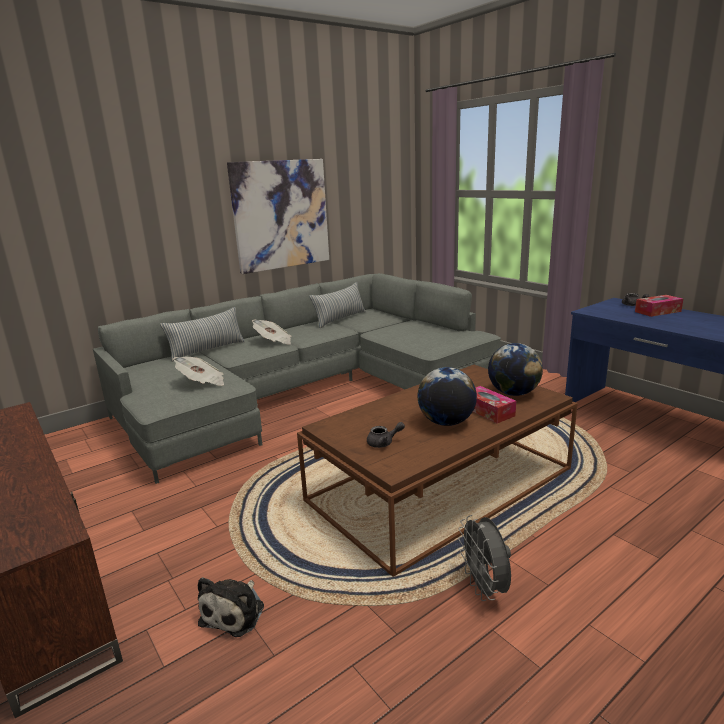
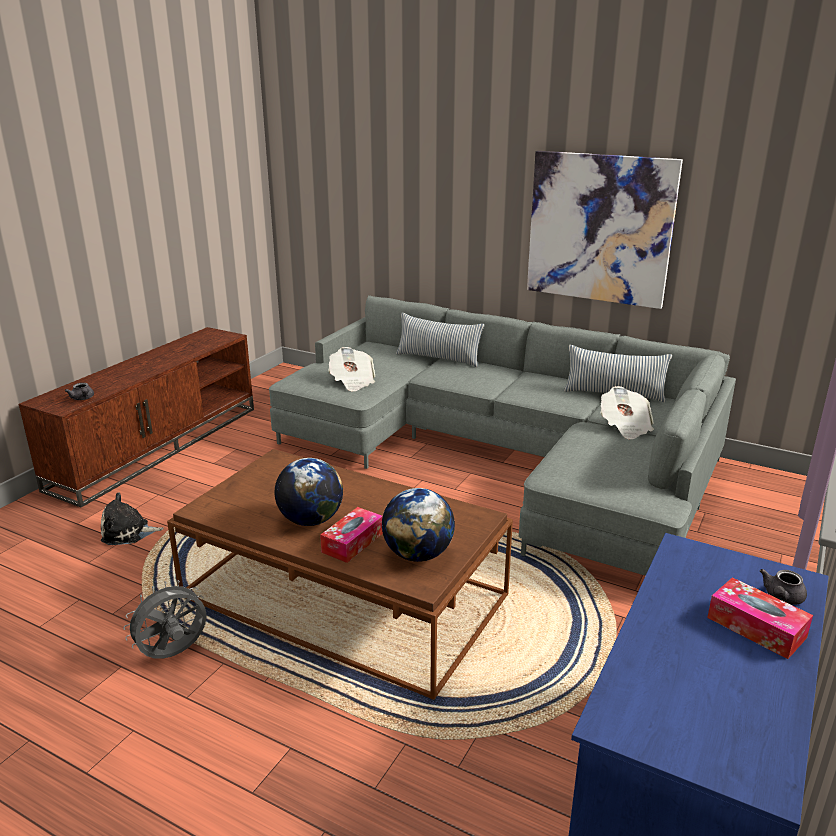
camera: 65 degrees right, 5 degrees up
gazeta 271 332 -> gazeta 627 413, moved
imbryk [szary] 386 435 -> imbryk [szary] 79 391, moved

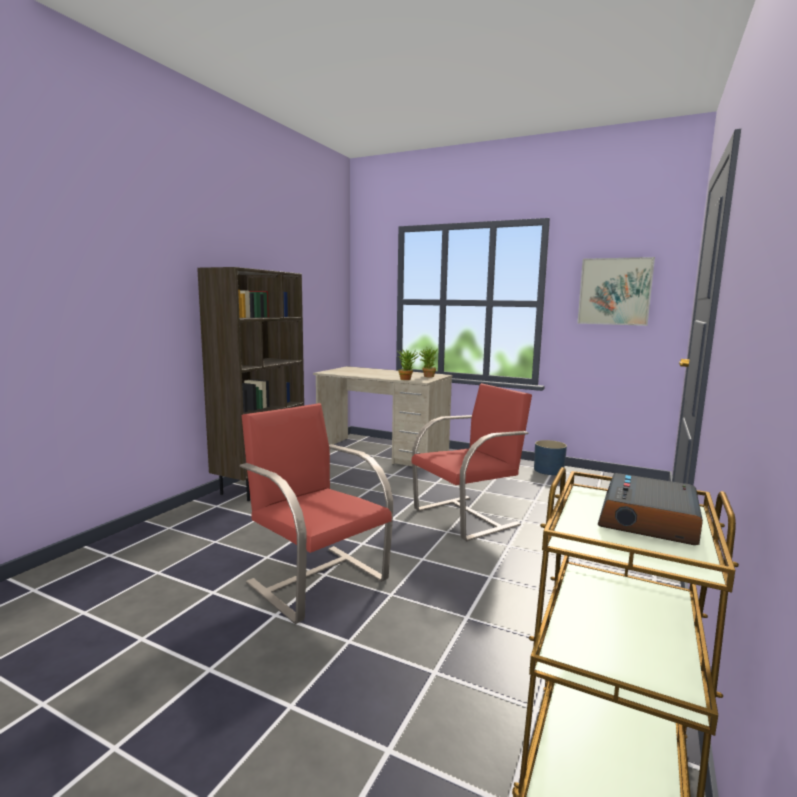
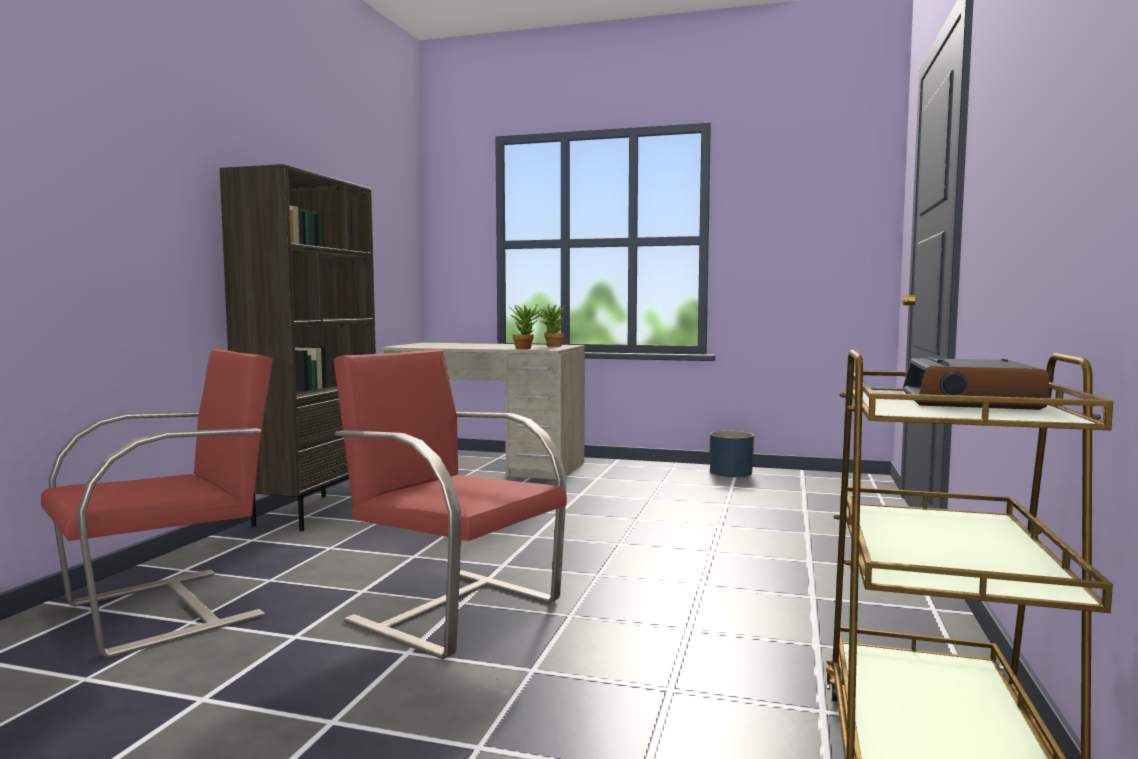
camera: 10 degrees left, 5 degrees down
obraz 616 291 -> none
krzesło [czerwony] 471 462 -> krzesło [czerwony] 157 503, moved

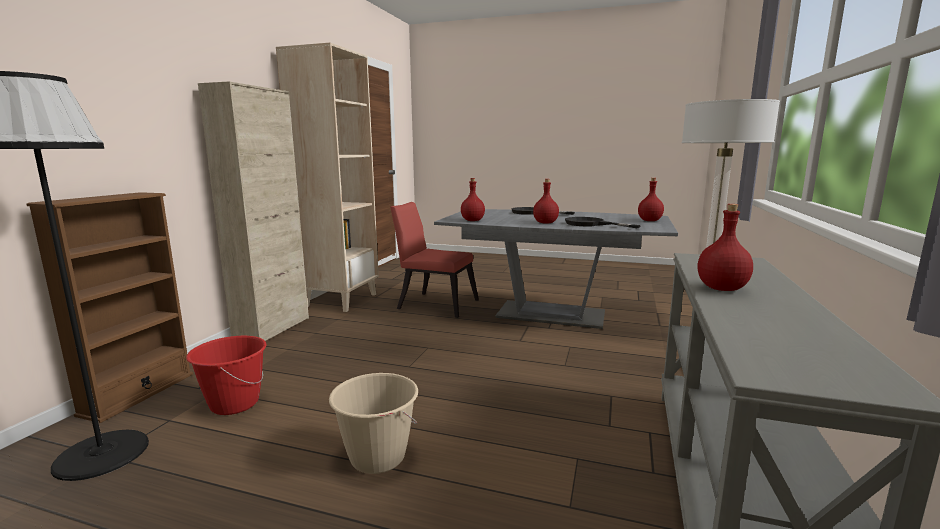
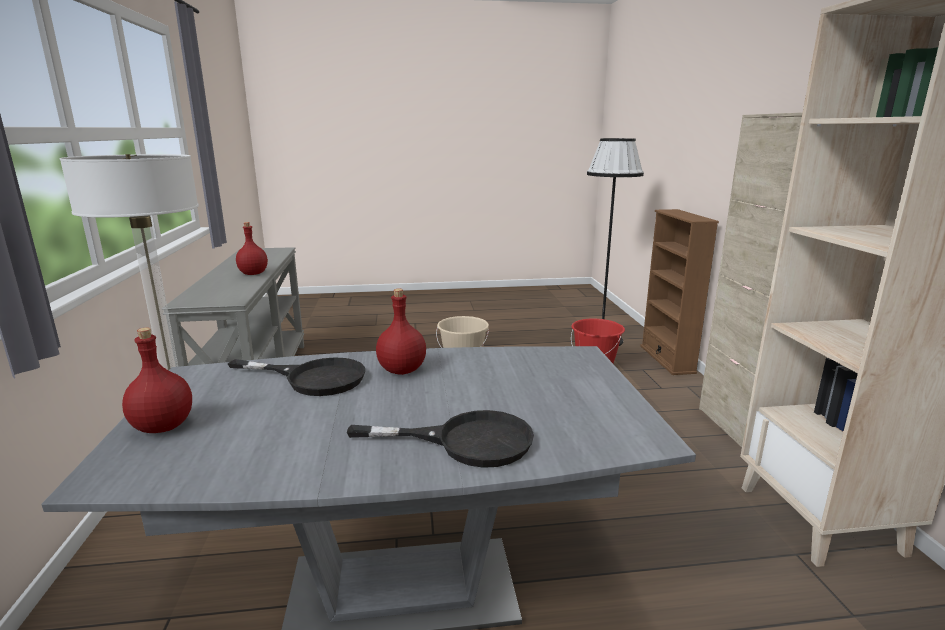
camera: 155 degrees right, 5 degrees up
krzesło [czerwony] 434 260 -> none
butelka [czerwony] 473 199 -> none

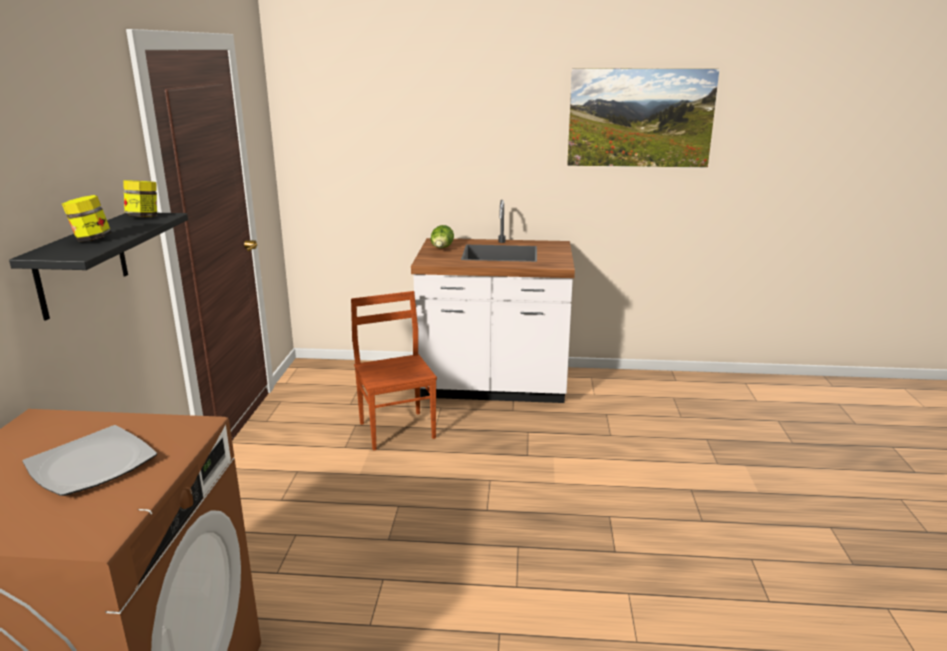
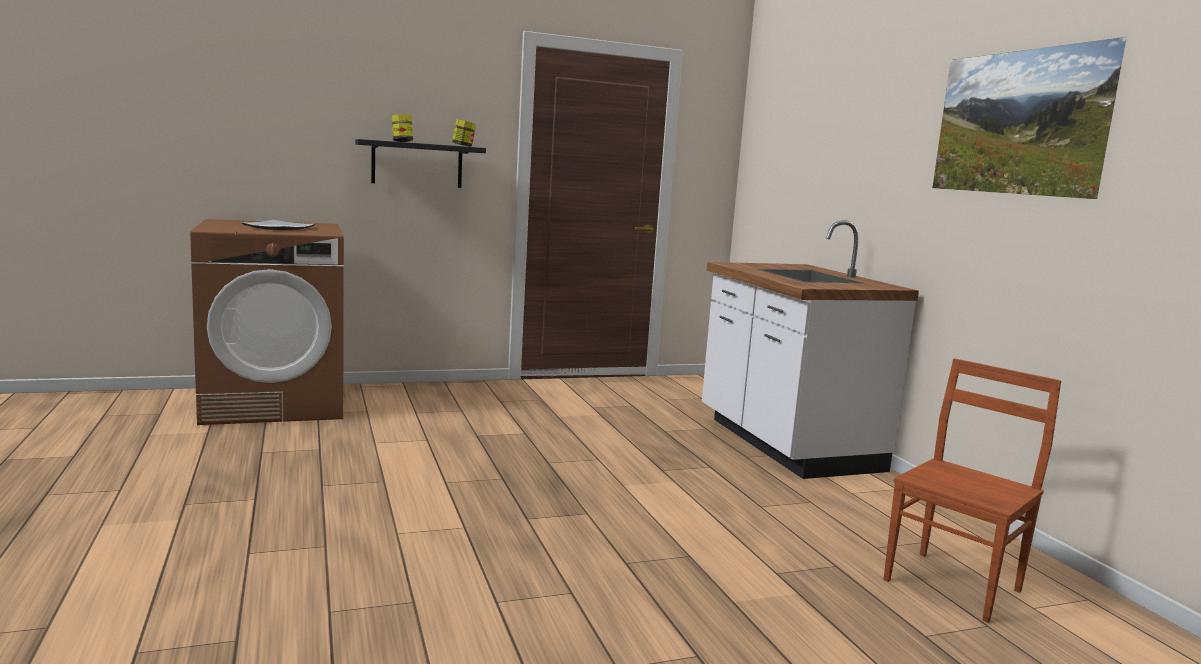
camera: 65 degrees right, 10 degrees down
sałata 442 236 -> none
krzesło [brązowy] 394 371 -> krzesło [brązowy] 972 491, moved

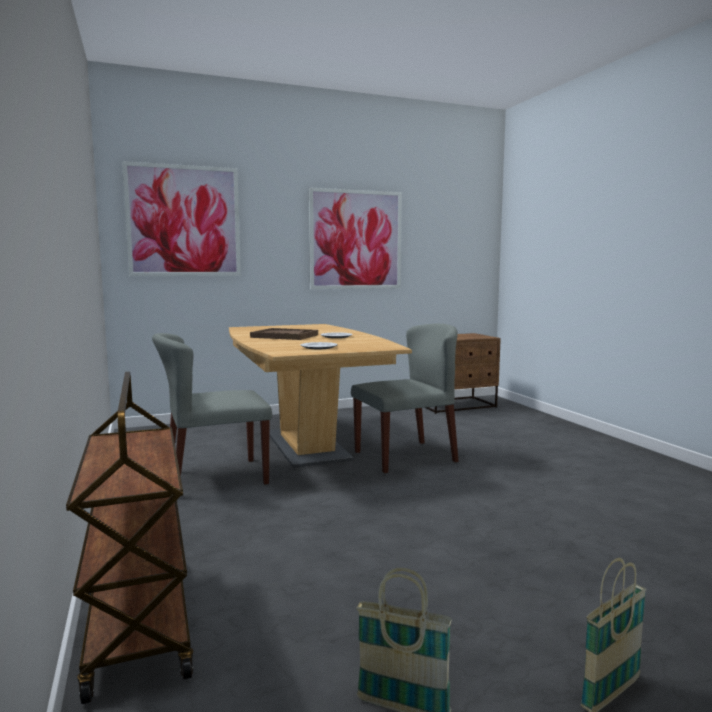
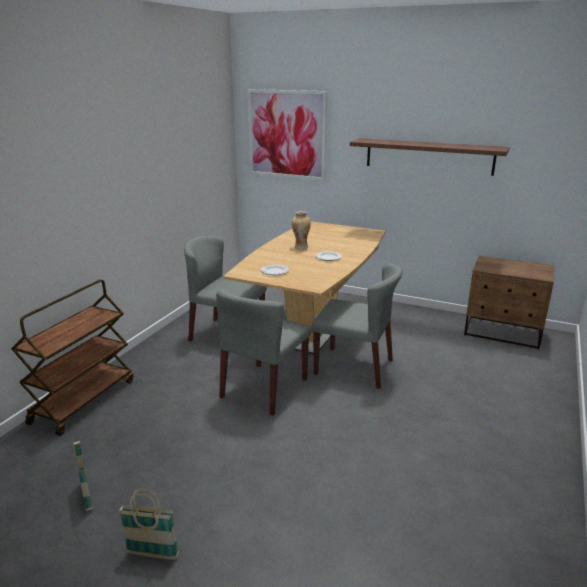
camera: 45 degrees right, 15 degrees up
none -> krzesło [szary] 263 352
taca [brązowy] 284 334 -> wazon 301 230
obraz 355 238 -> półka [brązowy] 430 157

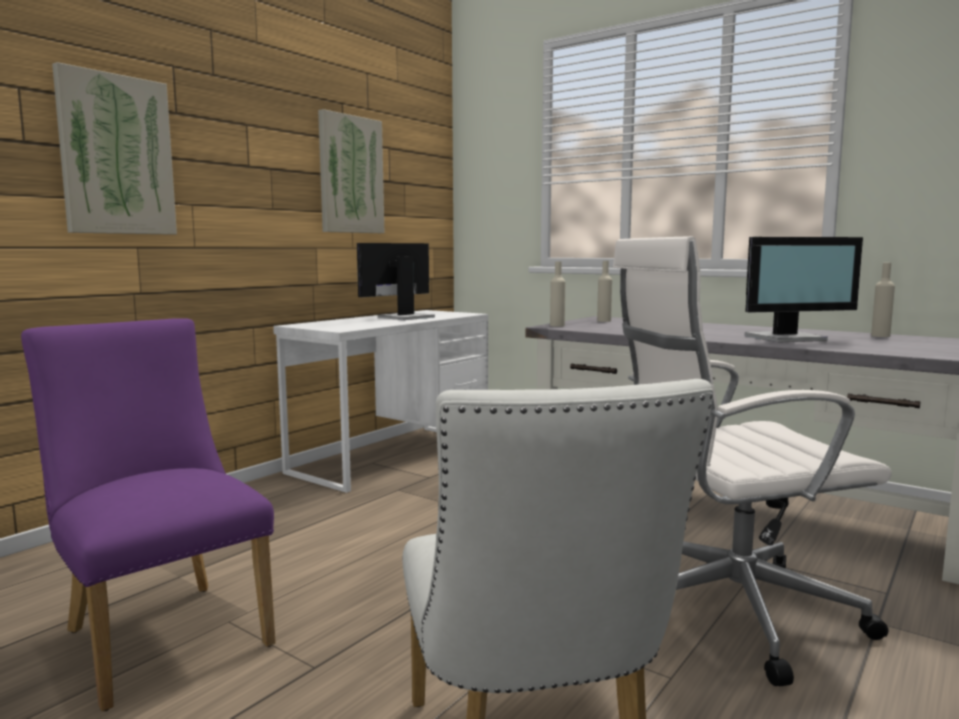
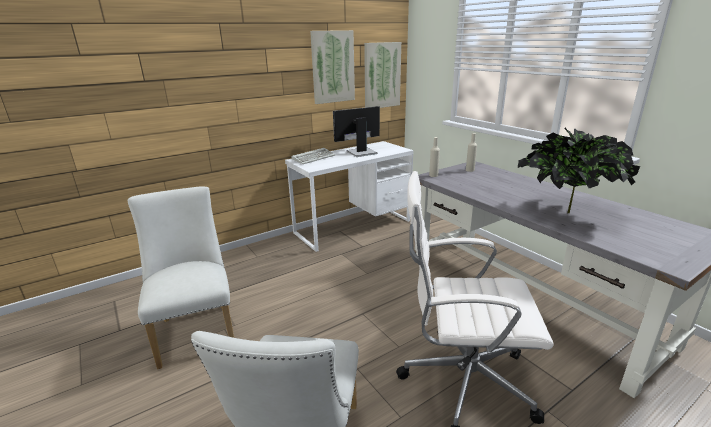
camera: 20 degrees right, 15 degrees up
butelka [beżowy] 883 300 -> none
none -> klawiatura 313 156
obraz 114 148 -> obraz 382 75, moved
monitor 804 289 -> roślina doniczkowa 579 170
krzesło [fioletowy] 148 514 -> krzesło [biały] 181 278

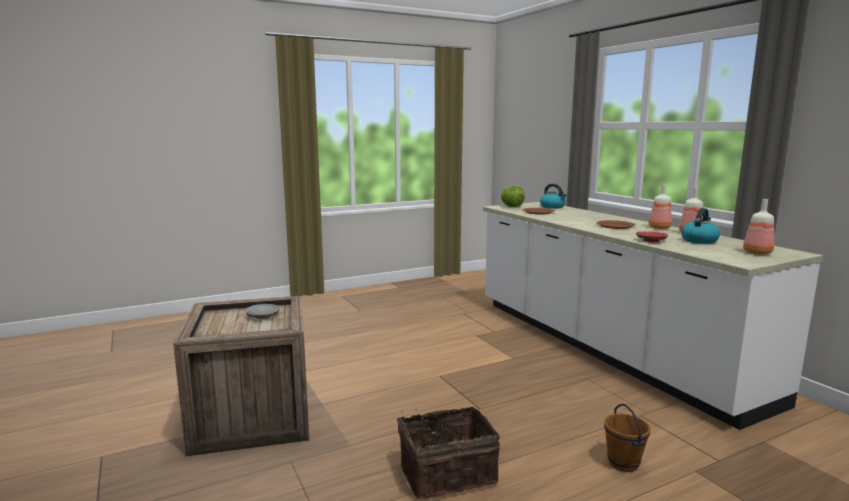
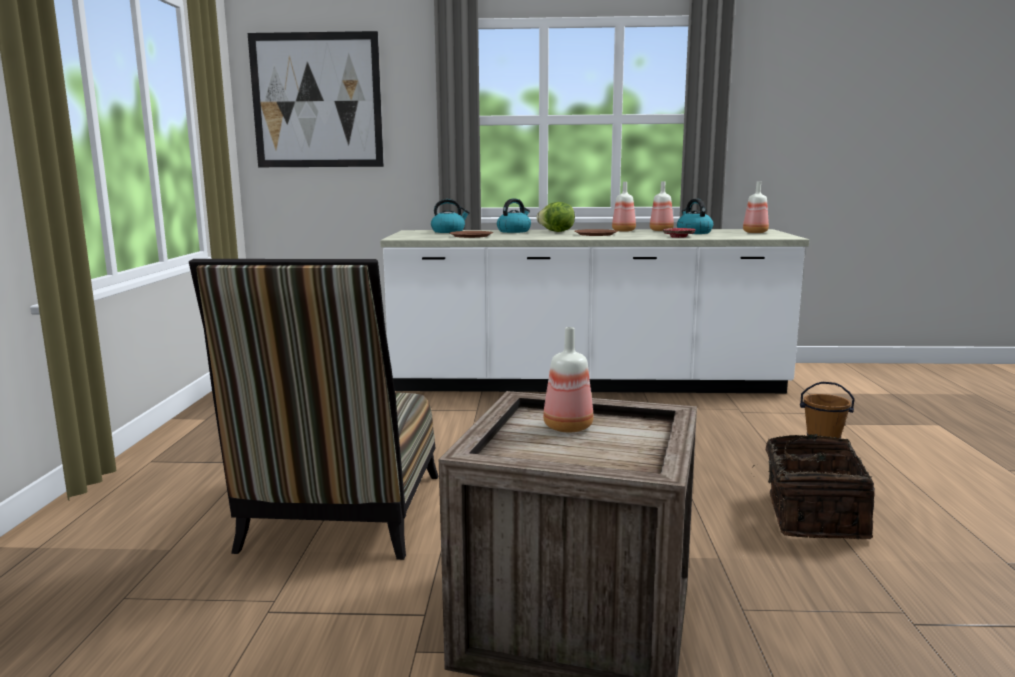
camera: 60 degrees left, 0 degrees up
none -> krzesło 314 409
none -> obraz 316 99
none -> czajnik 514 216
sałata 513 196 -> sałata 555 217, moved
talerz [szary] 262 311 -> butelka 568 379

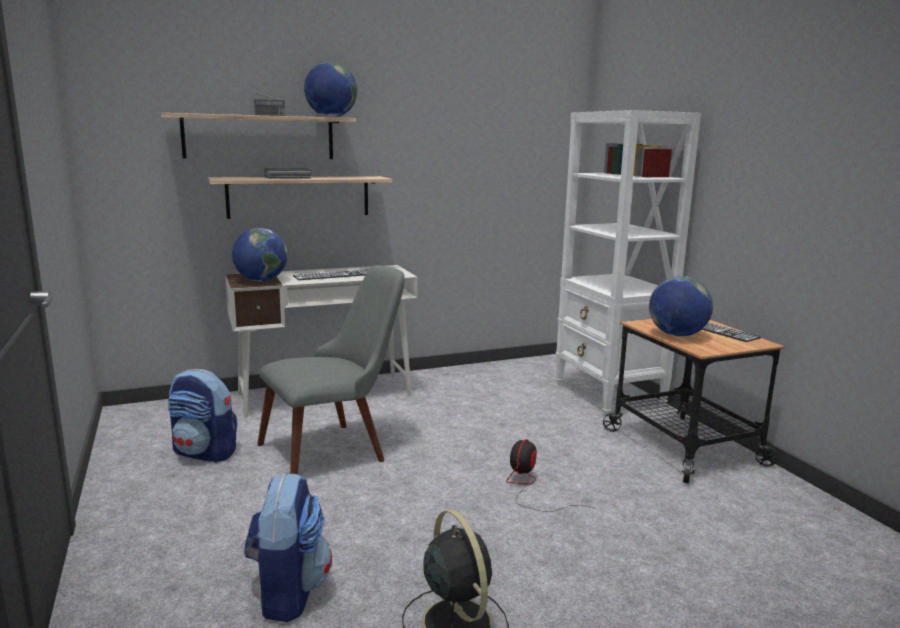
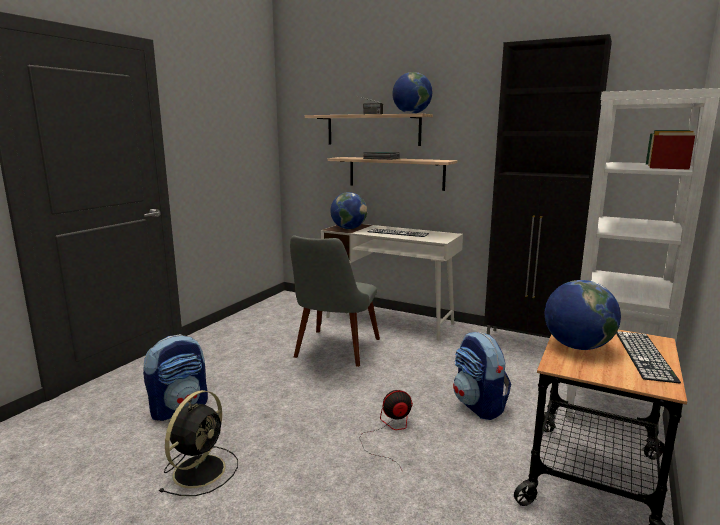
camera: 50 degrees right, 0 degrees up
none -> szafka [czarny] 548 185
plecak 203 416 -> plecak 482 376, moved
krzesło [szary] 331 369 -> krzesło [szary] 335 301, 90 degrees clockwise

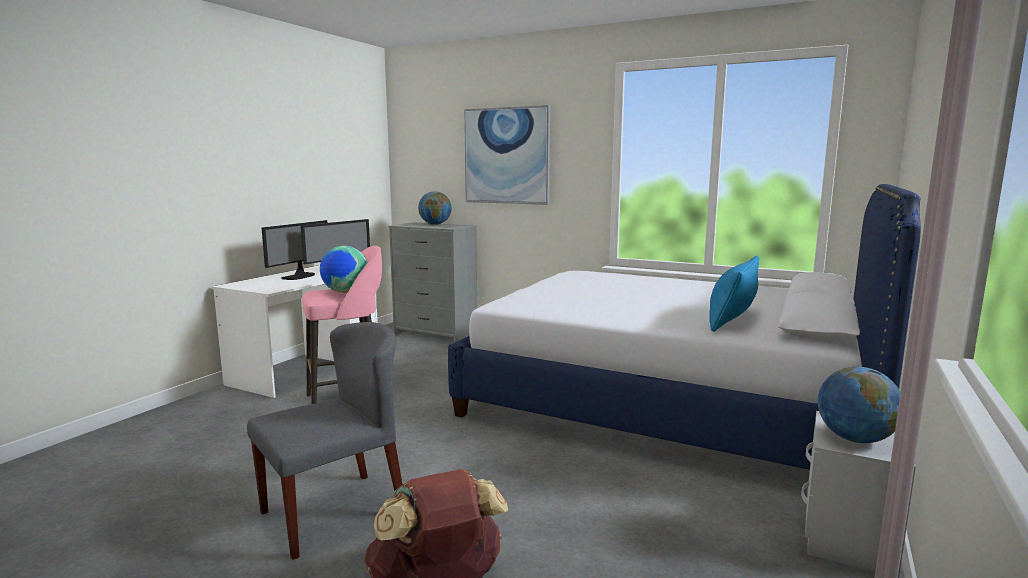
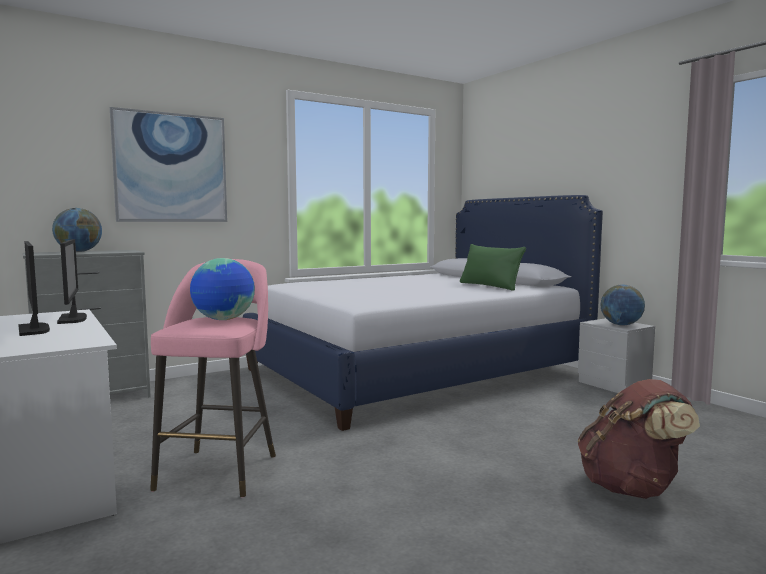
camera: 60 degrees left, 5 degrees down
krzesło [szary] 324 441 -> none
poduszka [niebieski] 734 294 -> poduszka [zielony] 493 267

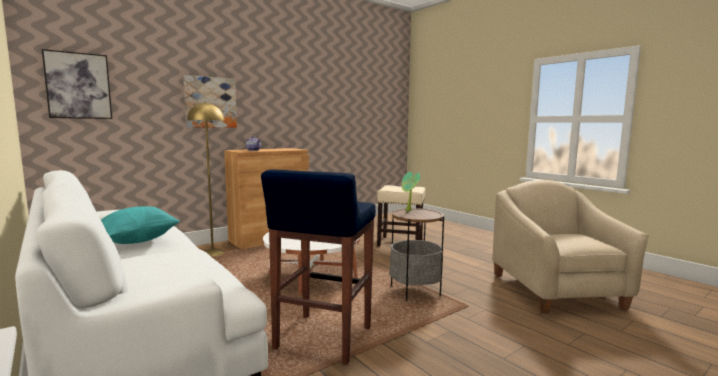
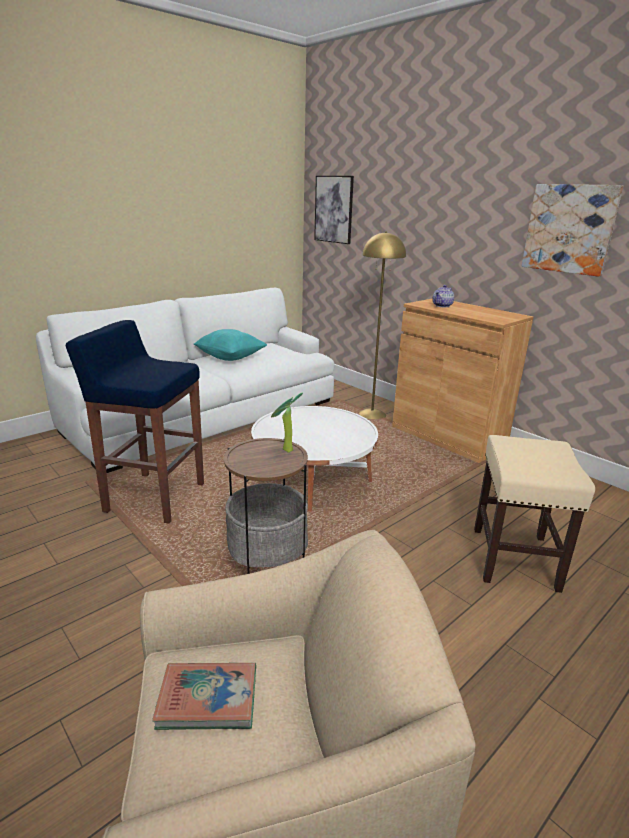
camera: 85 degrees right, 15 degrees up
none -> książka 204 696
obraz 210 101 -> obraz 573 230, moved

